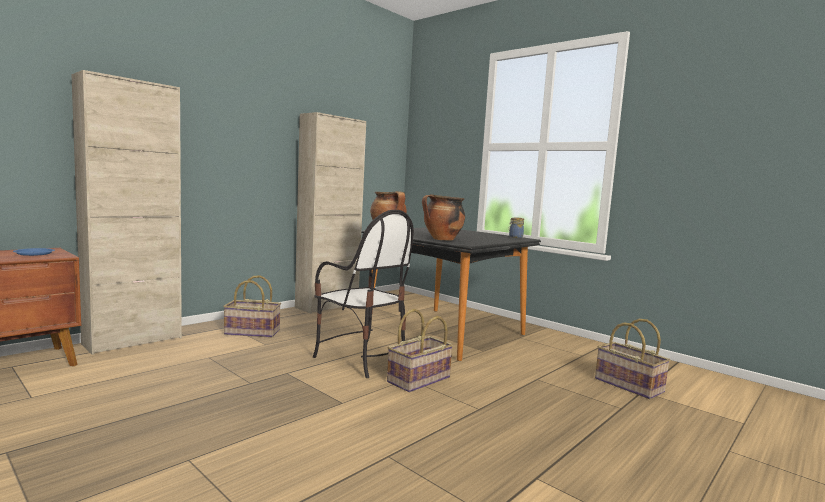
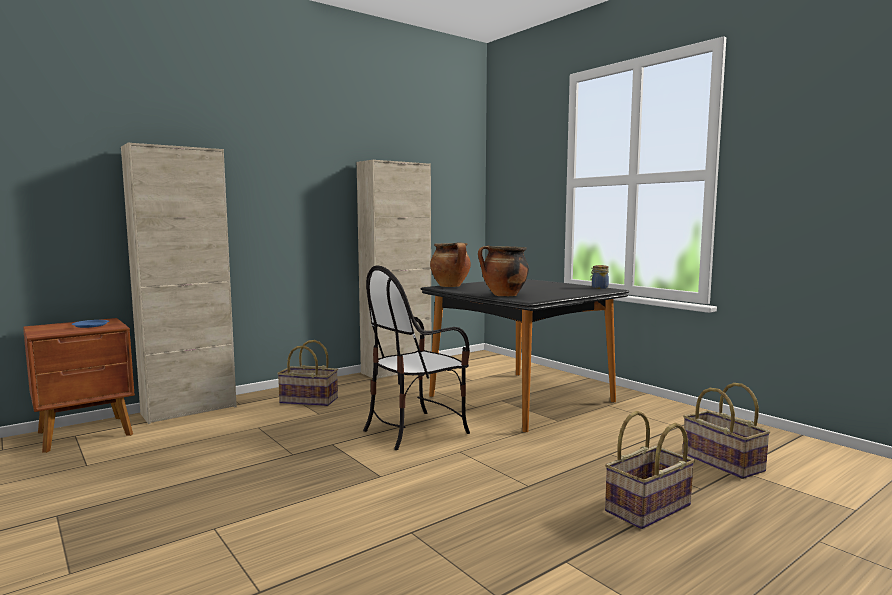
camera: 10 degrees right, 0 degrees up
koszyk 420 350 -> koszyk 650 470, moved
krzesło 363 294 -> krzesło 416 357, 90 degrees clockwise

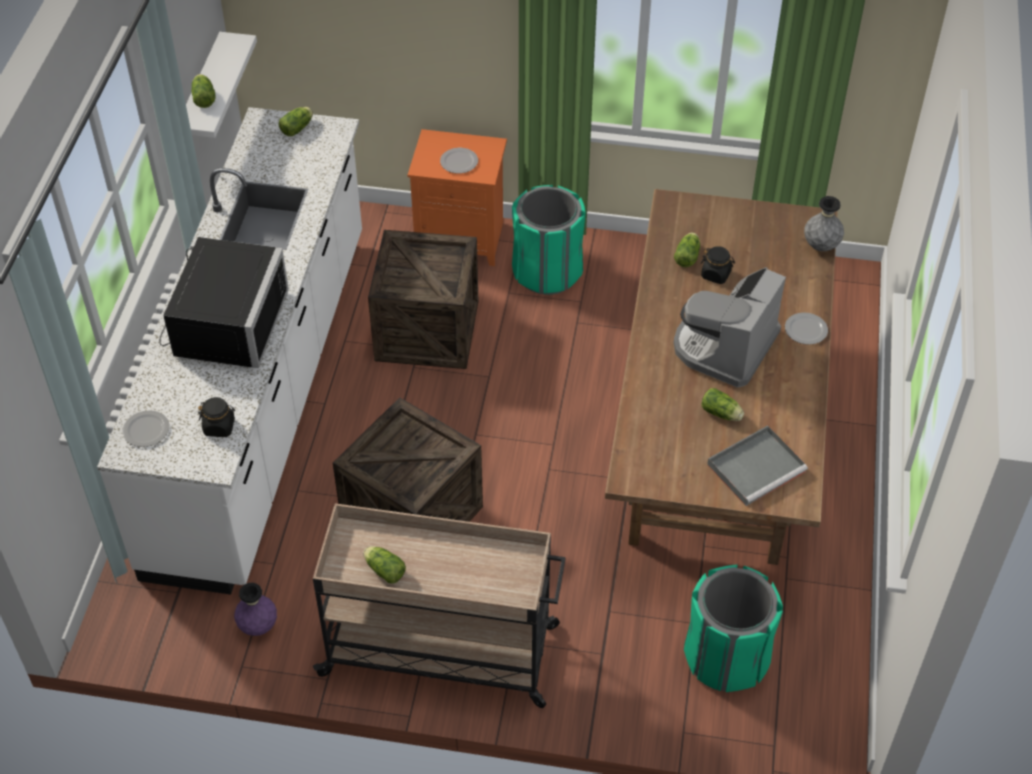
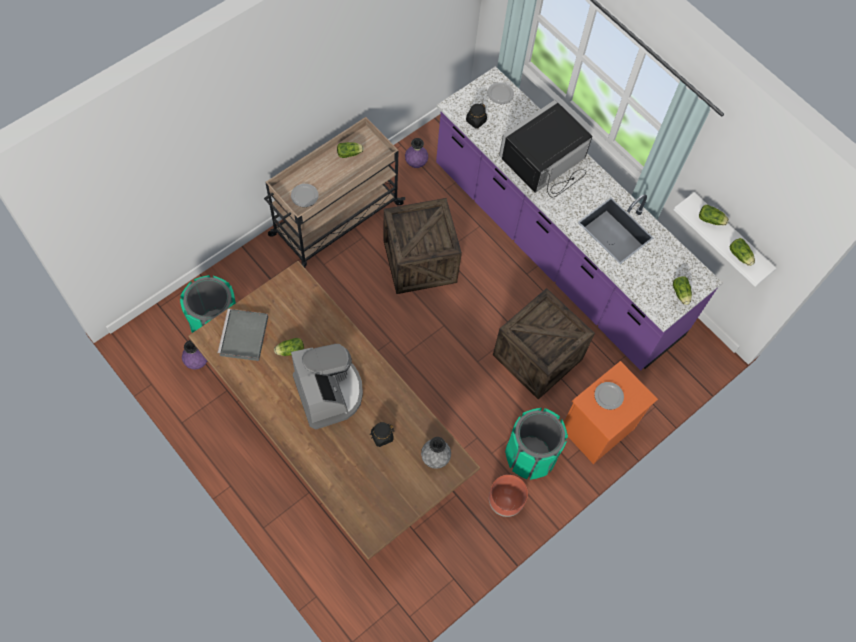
camera: 125 degrees right, 15 degrees up
none -> wazon [fioletowy] 194 355
none -> donica [brązowy] 508 496
sałata 687 249 -> sałata 742 252, moved
talerz 806 328 -> talerz 305 195, moved
wazon [szary] 824 223 -> wazon [szary] 436 453, moved
zabudowa kuchenna [biały] 229 351 -> zabudowa kuchenna [fioletowy] 579 218
mikrofalówka [czarny] 224 302 -> mikrofalówka [czarny] 545 149, 90 degrees clockwise

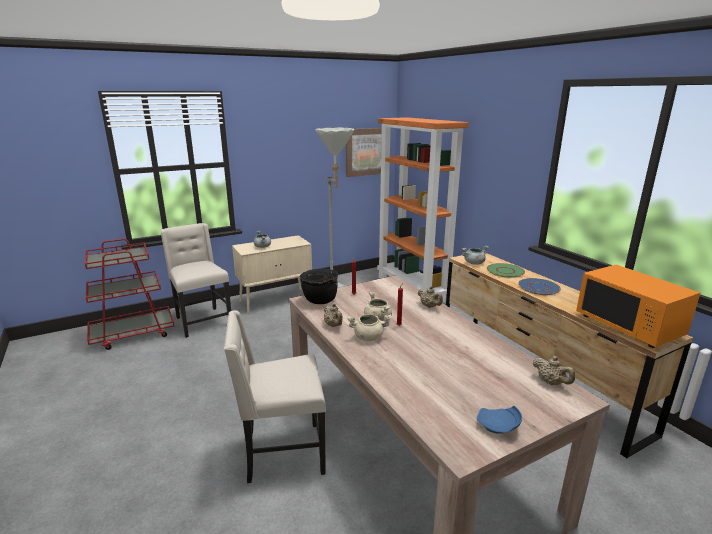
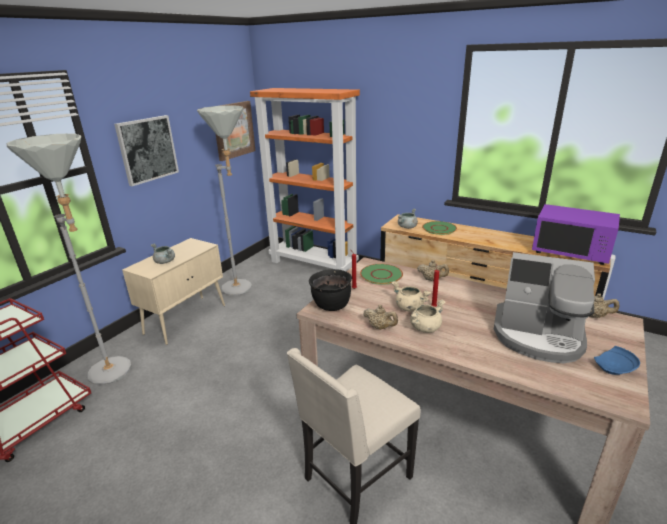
camera: 30 degrees left, 5 degrees up
talerz [niebieski] 539 286 -> none
none -> obraz 146 150
none -> talerz [zielony] 381 274
none -> ekspres do kawy 544 307
krzesło [beżowy] 195 280 -> lampa stojąca [szary] 69 259
mikrofalówka [pomarańczowy] 638 306 -> mikrofalówka [fioletowy] 576 234

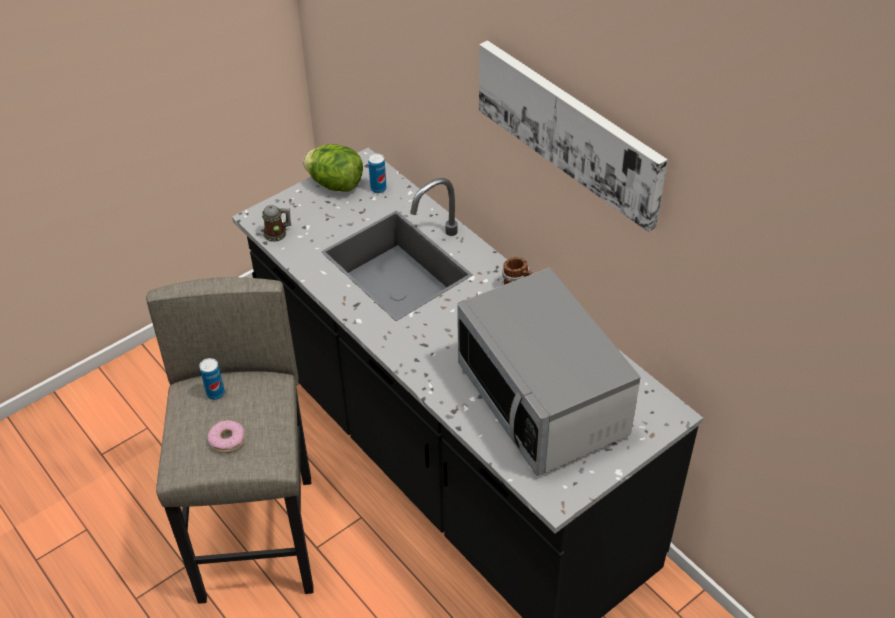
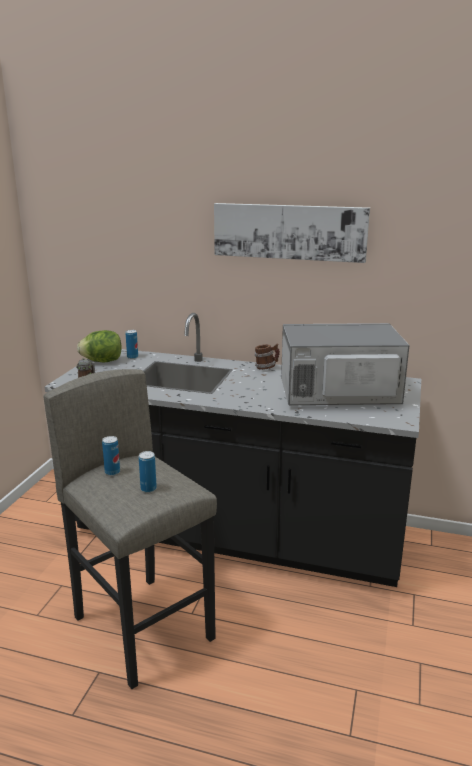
camera: 35 degrees left, 25 degrees down
donut 226 436 -> puszka 148 472
mikrofalówka 549 372 -> mikrofalówka 345 364, 150 degrees clockwise

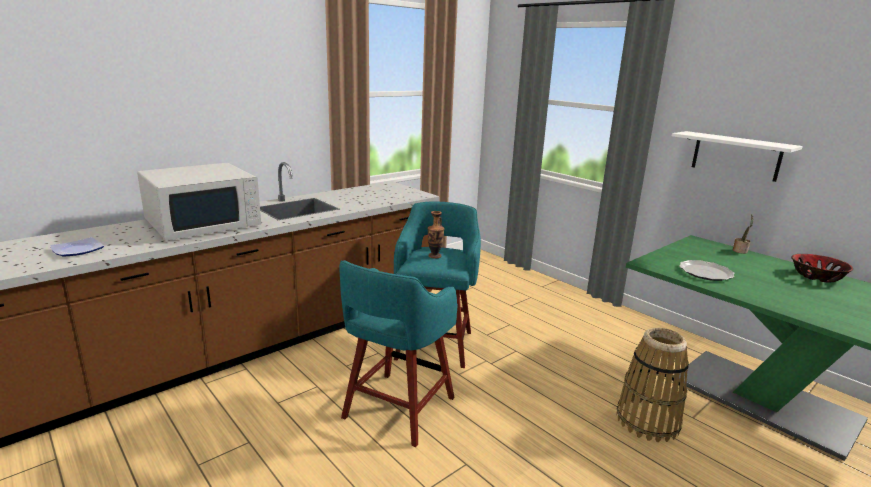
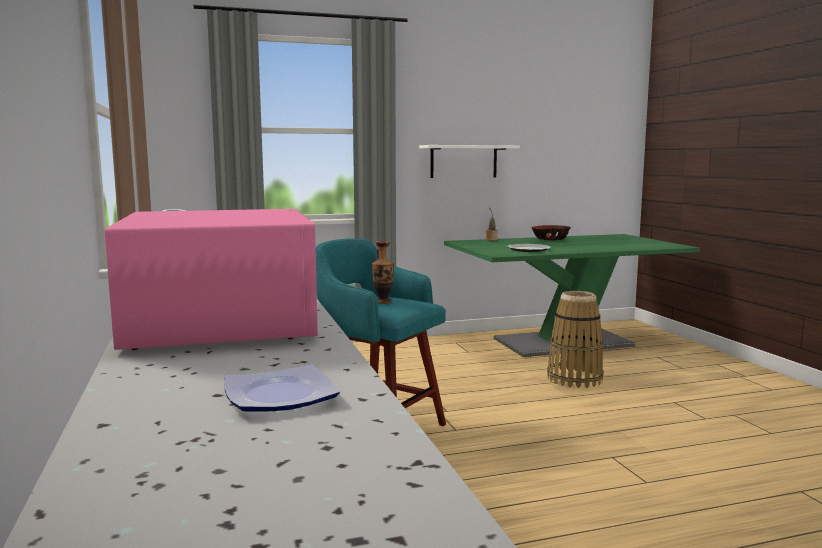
camera: 65 degrees left, 10 degrees down
stołek [turkusowy] 398 353 -> none
mikrofalówka [biały] 199 202 -> mikrofalówka [różowy] 211 279

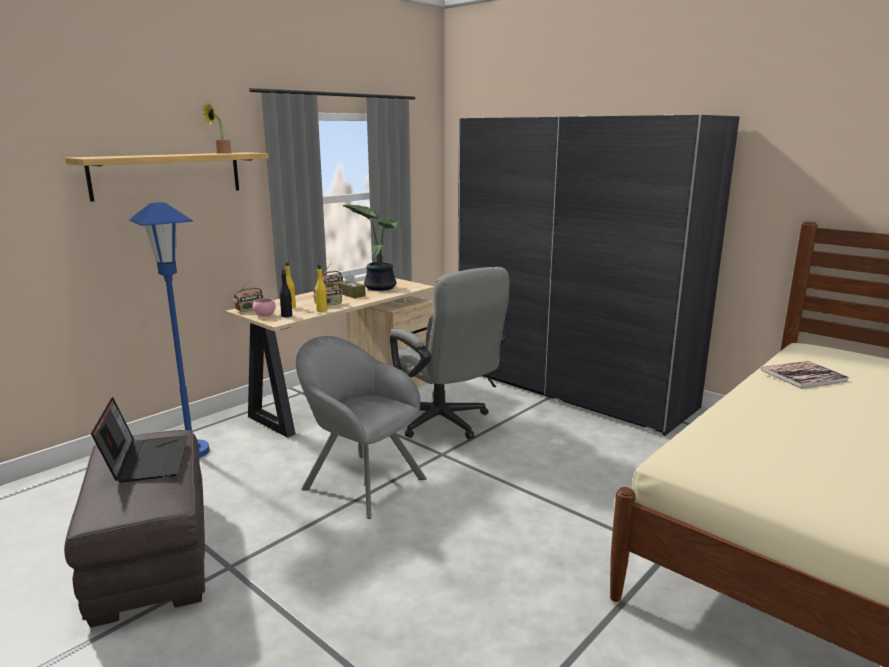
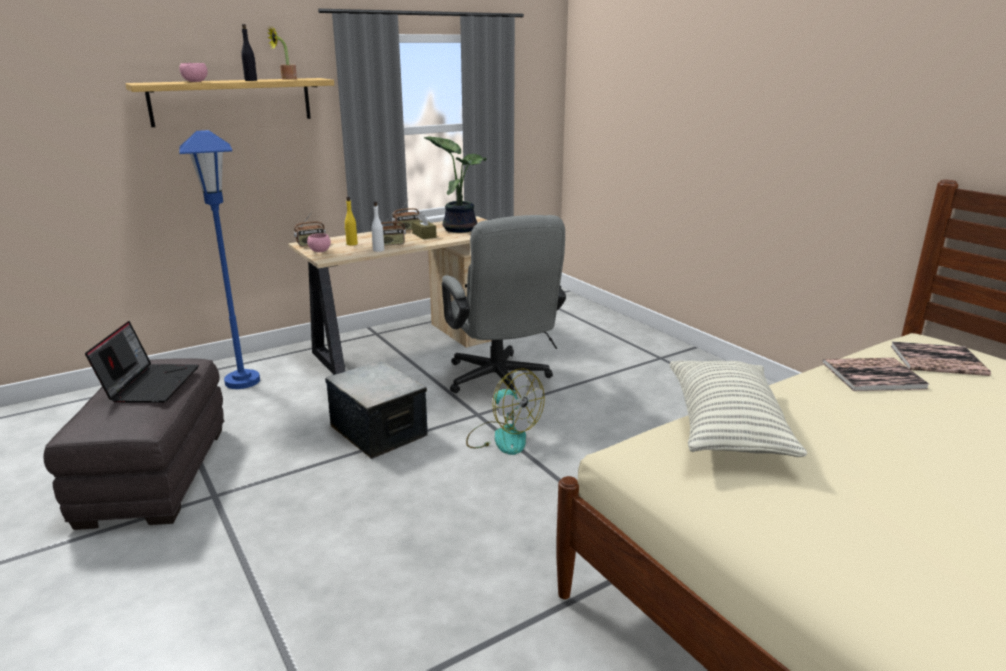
camera: 15 degrees right, 5 degrees up
szafa [szary] 598 275 -> none
none -> miska [różowy] 193 72
none -> wentylator 505 412
none -> poduszka 738 408
none -> książka 941 359
butelka [czarny] 286 293 -> butelka [czarny] 249 52, moved
fotel [szary] 361 427 -> pojemnik do przechowywania 376 410
butelka [żółty] 321 288 -> butelka [biały] 378 227

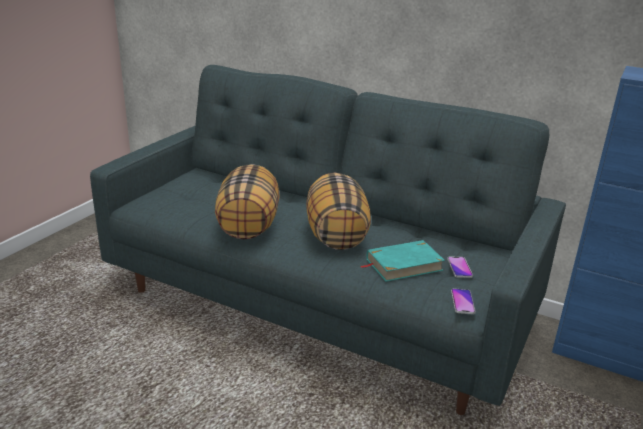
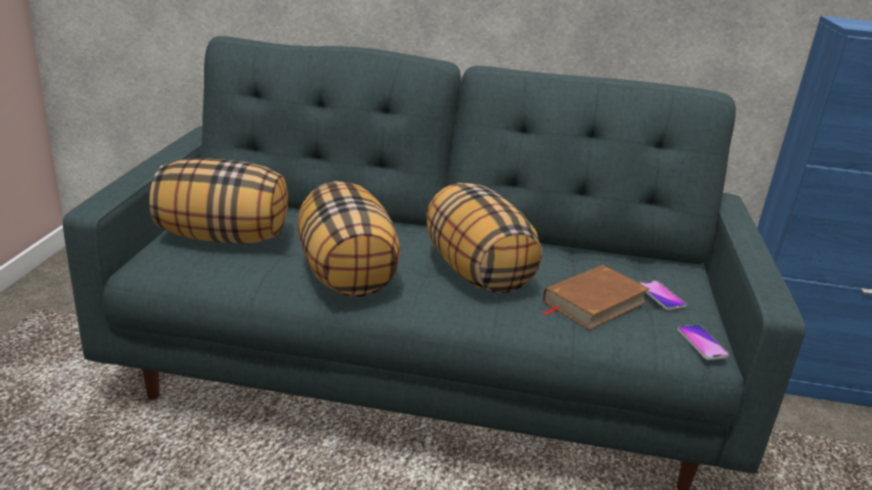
camera: 20 degrees left, 0 degrees up
none -> poduszka 218 200
książka [turkusowy] 403 261 -> książka [brązowy] 596 297

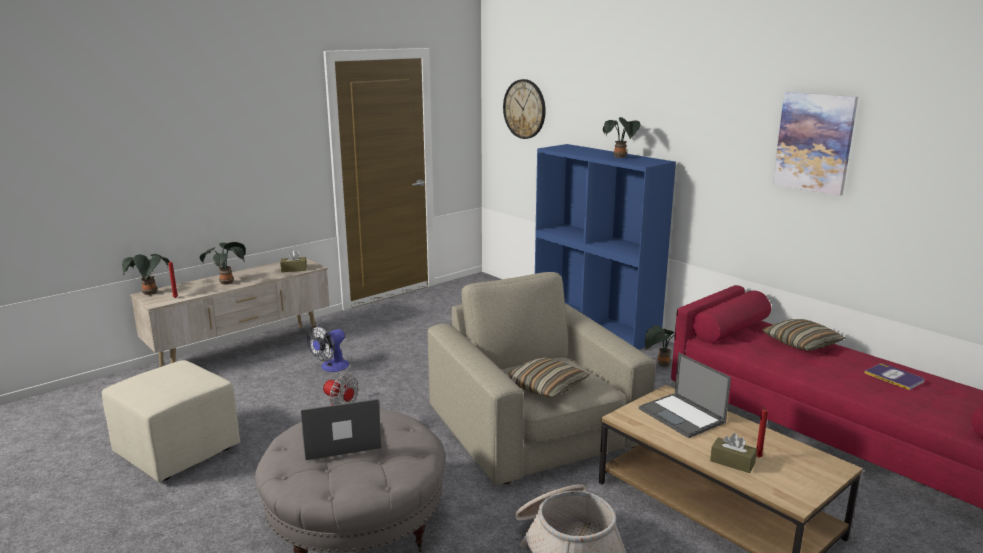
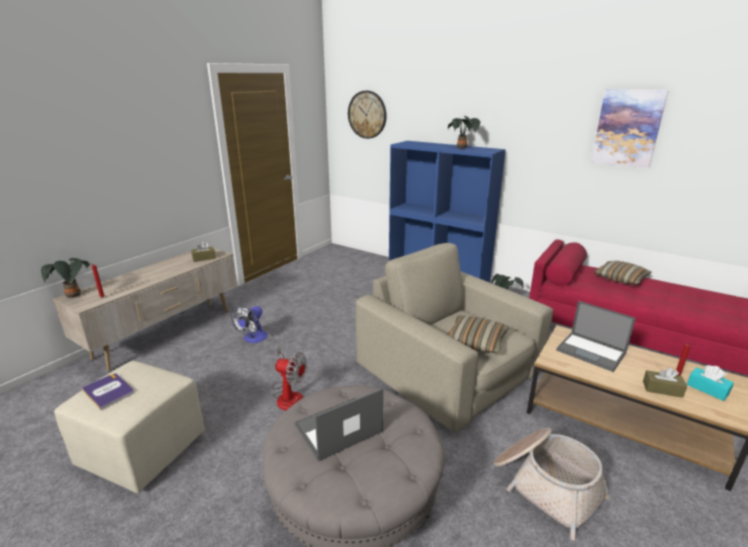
camera: 15 degrees left, 5 degrees up
roślina doniczkowa 222 263 -> none
none -> pudełko chusteczek [turkusowy] 710 383
książka 895 376 -> książka 107 391, moved

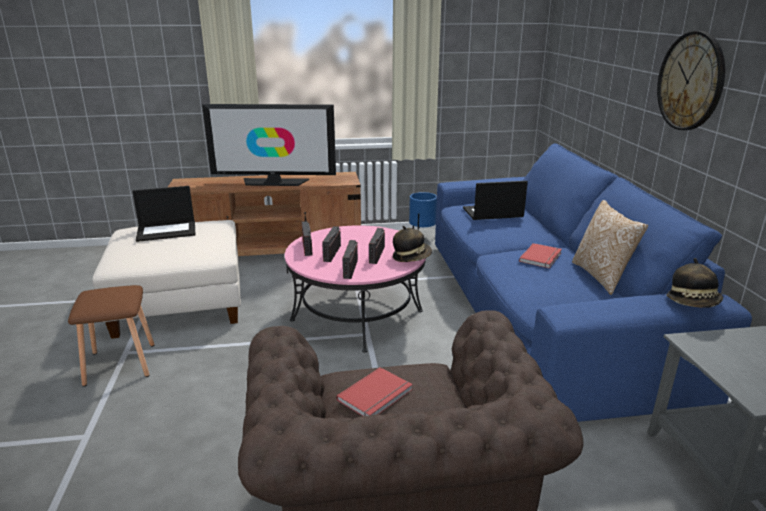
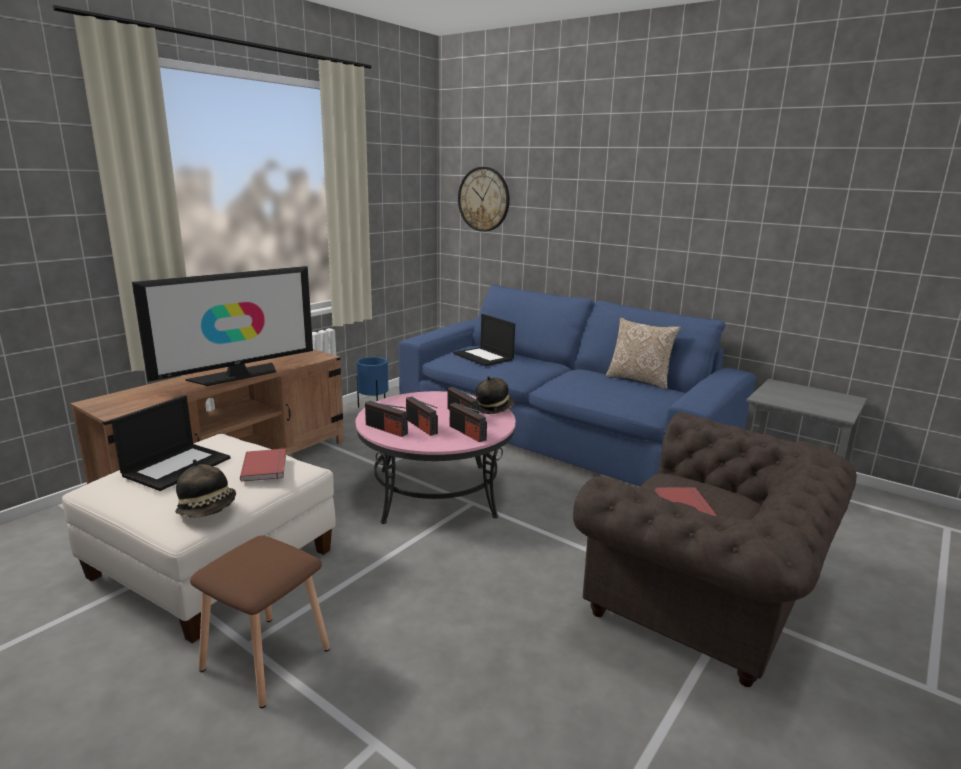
camera: 45 degrees left, 5 degrees down
książka [czerwony] 540 255 -> książka [czerwony] 263 465, moved
zegar ścienny 691 80 -> zegar ścienny 484 199, moved
kapelusz 694 283 -> kapelusz 205 488, moved
laptop 495 200 -> laptop 484 340, 75 degrees counterclockwise

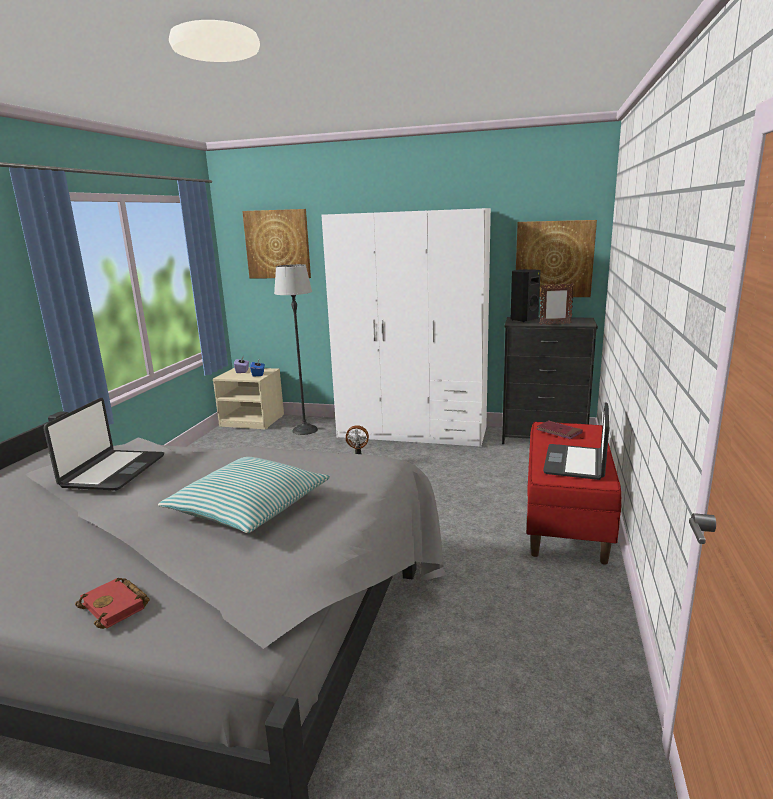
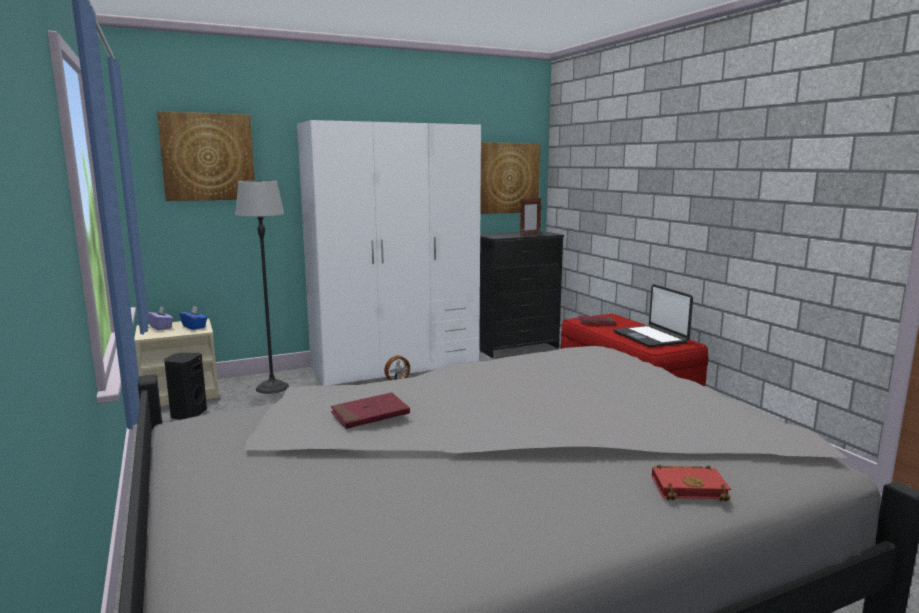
camera: 40 degrees left, 5 degrees down
poduszka 244 495 -> none
głośnik [czarny] 526 295 -> głośnik [czarny] 185 386, moved
laptop 103 444 -> książka [czerwony] 370 410

